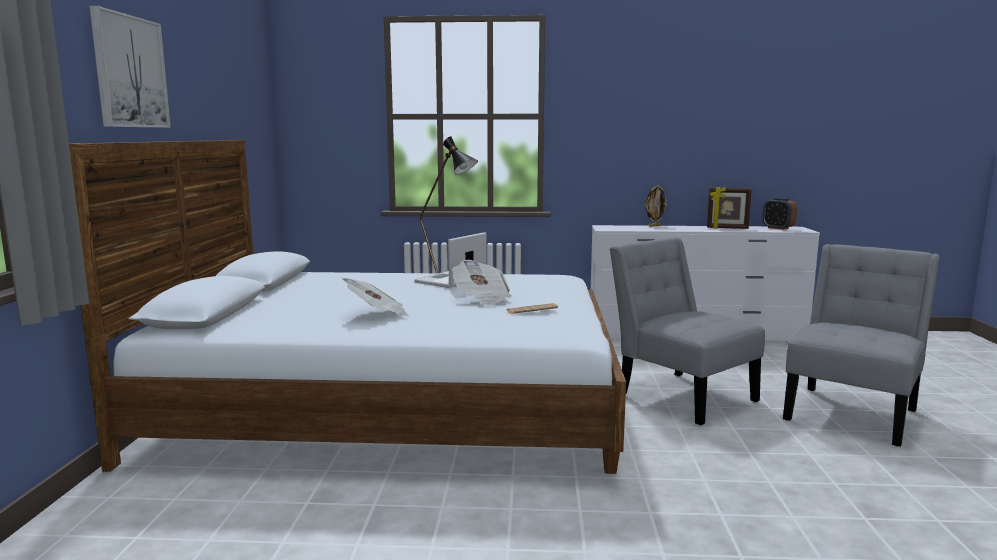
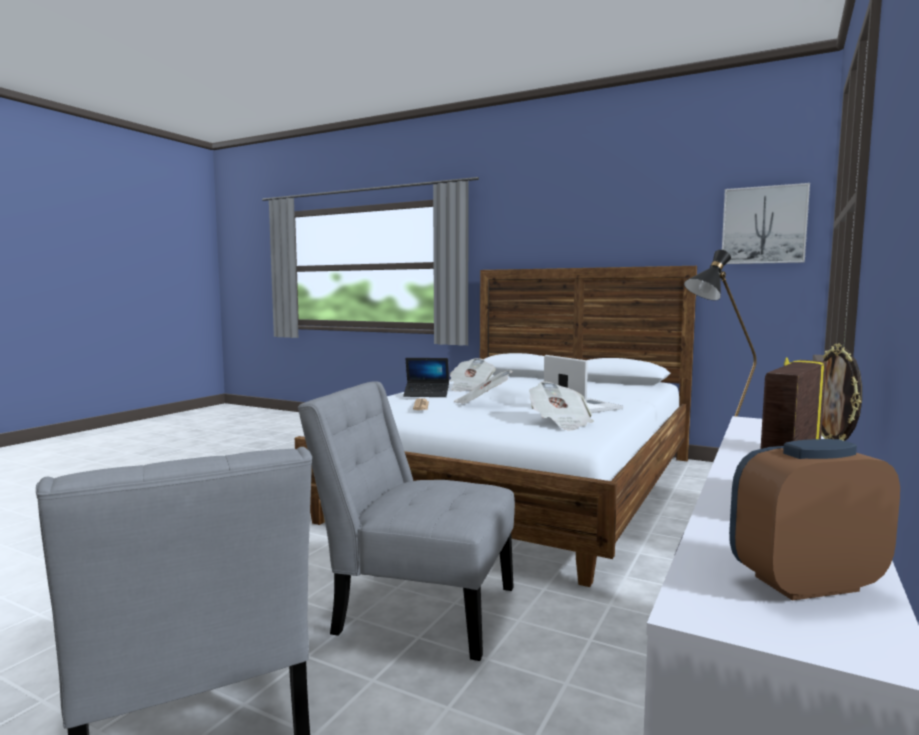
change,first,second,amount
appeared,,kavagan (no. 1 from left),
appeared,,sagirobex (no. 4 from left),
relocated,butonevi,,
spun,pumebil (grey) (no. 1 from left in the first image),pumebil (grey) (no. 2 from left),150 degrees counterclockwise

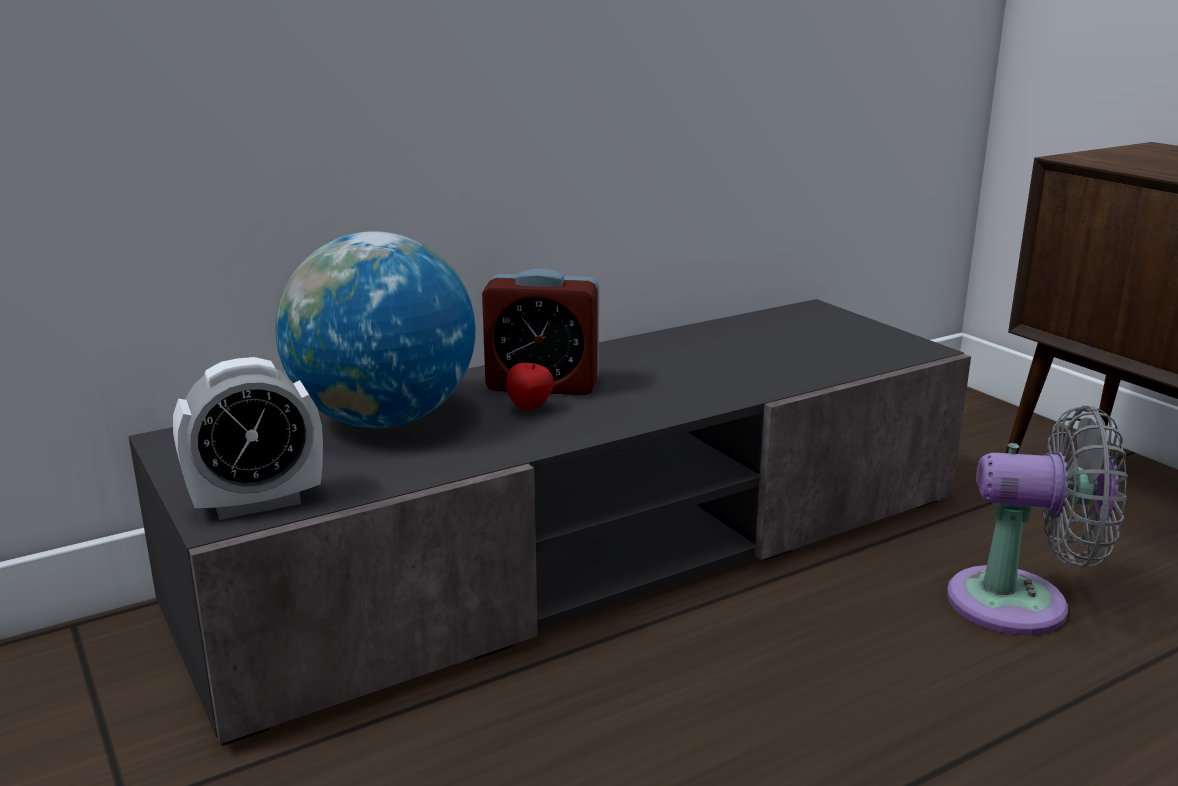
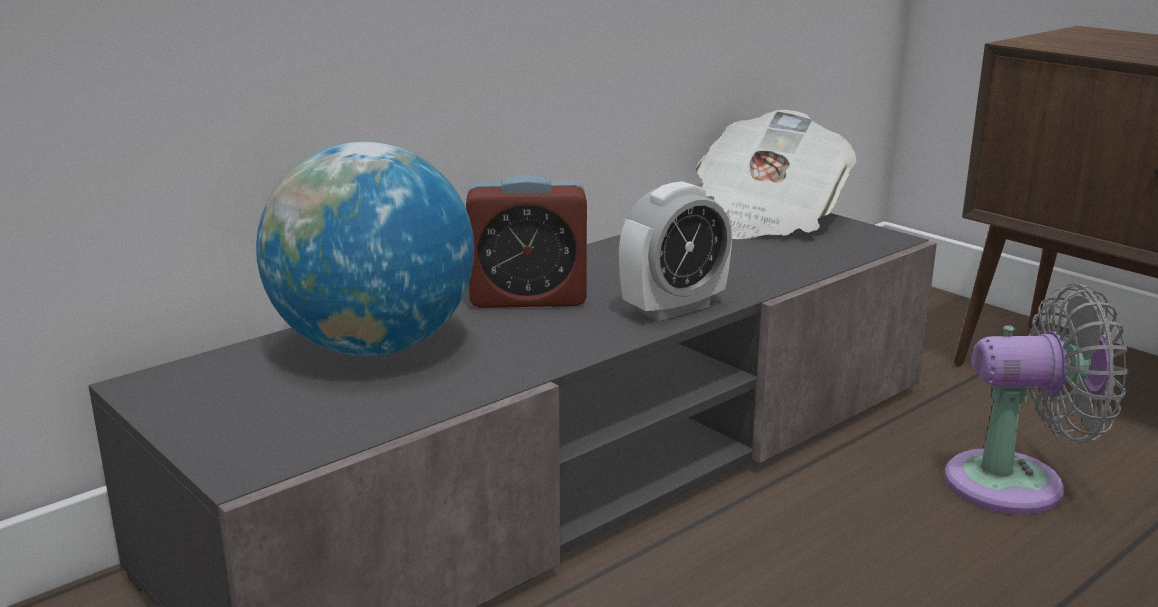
change,first,second,amount
missing,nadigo,,
appeared,,sagirobex,
relocated,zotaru (no. 1 from left in the first image),zotaru (no. 2 from left),

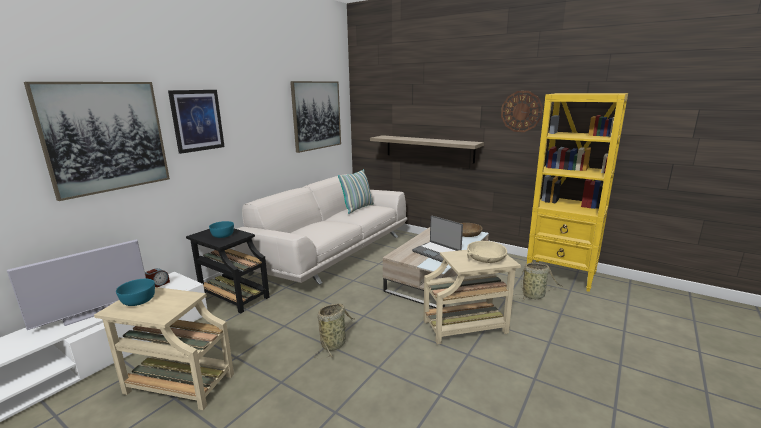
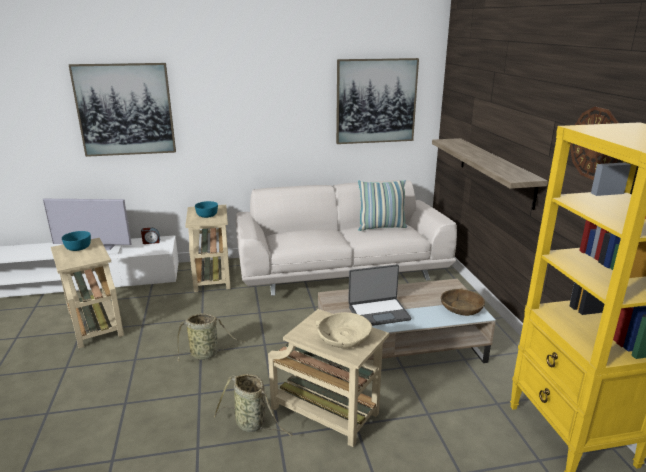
change,first,second,amount
missing,butonevi (no. 2 from left),,
relocated,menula (no. 2 from left),,
colour,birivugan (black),birivugan (beige) (no. 2 from left),
spun,kavagan,,105 degrees counterclockwise

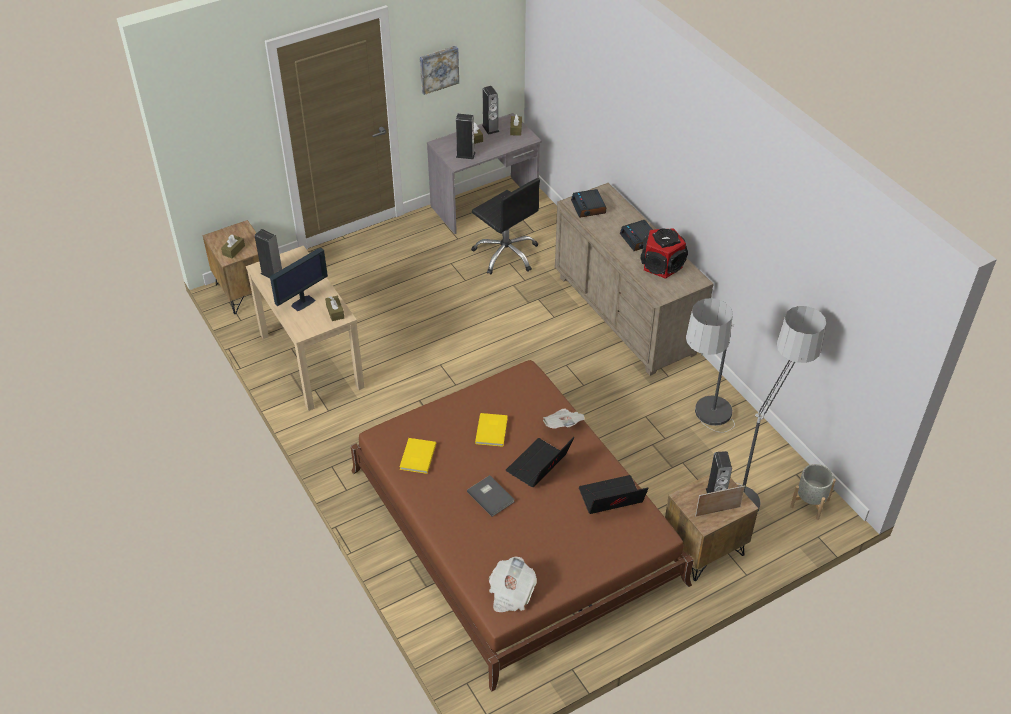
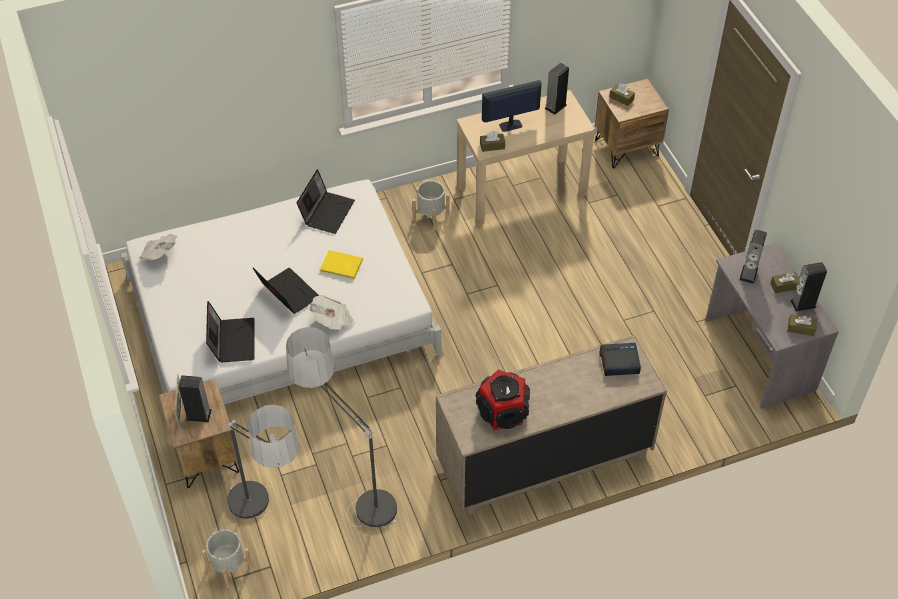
change,first,second,amount
missing,butonevi,,
missing,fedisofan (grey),,
missing,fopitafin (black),,
missing,zotaru (no. 2 from left),,
appeared,,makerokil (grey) (no. 2 from left),
exchanged,fedisofan (yellow) (no. 1 from left),kavagan (no. 3 from left),
colour,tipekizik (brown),tipekizik (white),
spun,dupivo,,105 degrees clockwise

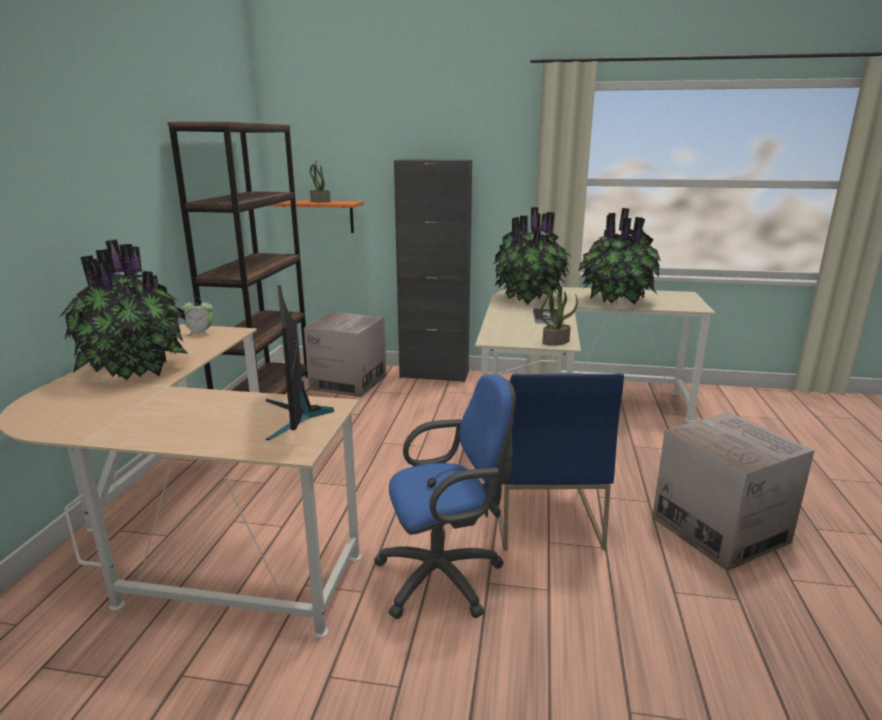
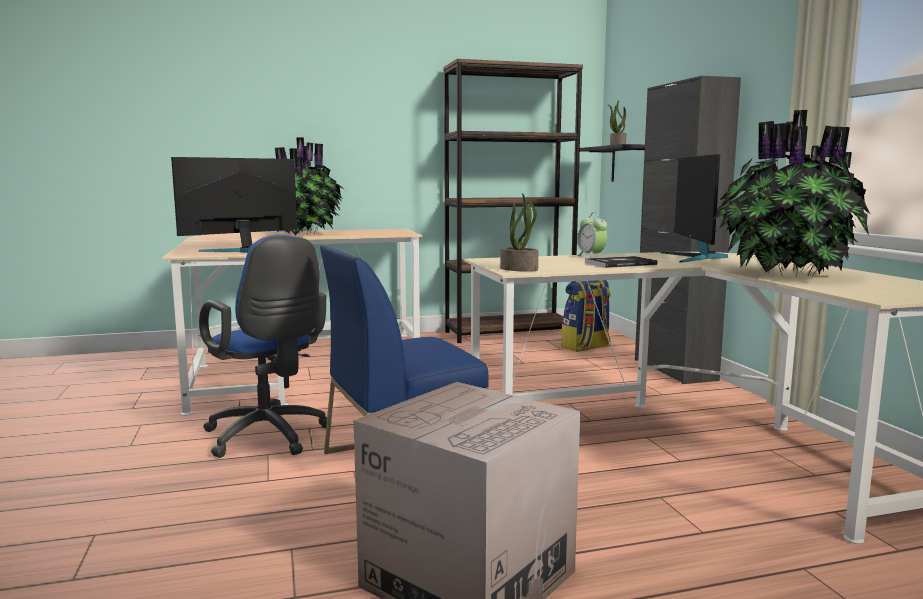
change,first,second,amount
relocated,zotaru,,
exchanged,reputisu (no. 1 from left),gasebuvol,
exchanged,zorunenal (no. 3 from left),dupivo (no. 2 from left),
colour,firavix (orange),firavix (black),

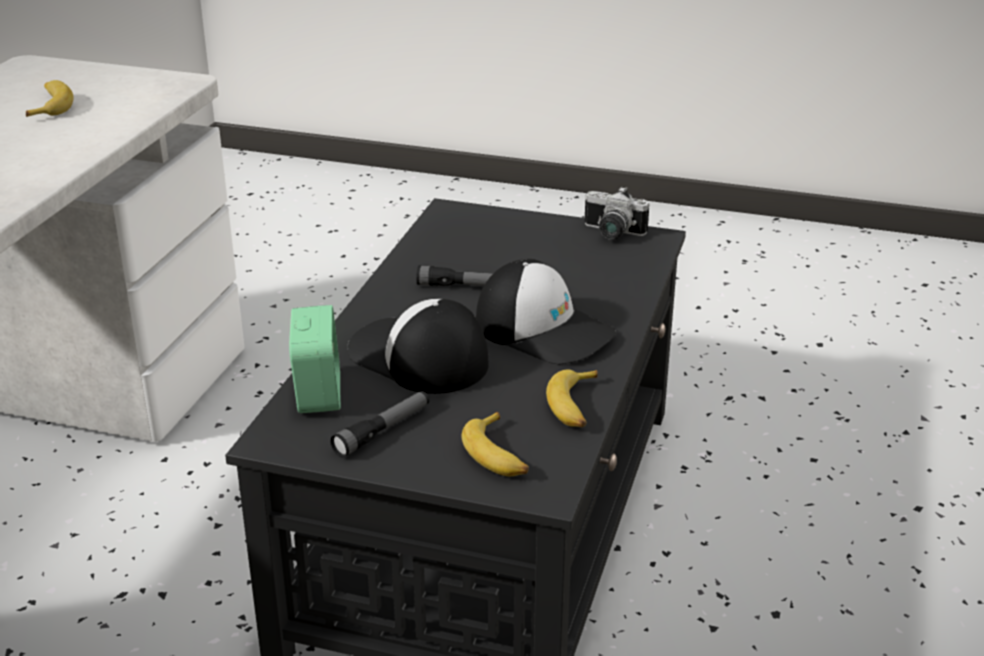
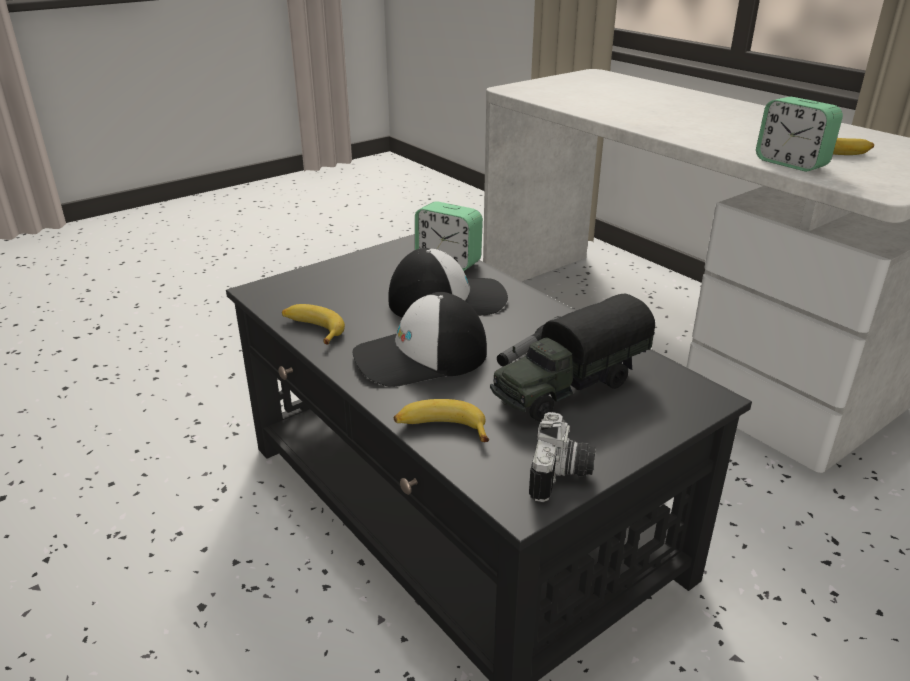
change,first,second,amount
missing,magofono (no. 1 from left),,
appeared,,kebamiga,
appeared,,zotaru (no. 2 from left),
relocated,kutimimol (no. 2 from left),,
spun,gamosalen,,135 degrees clockwise

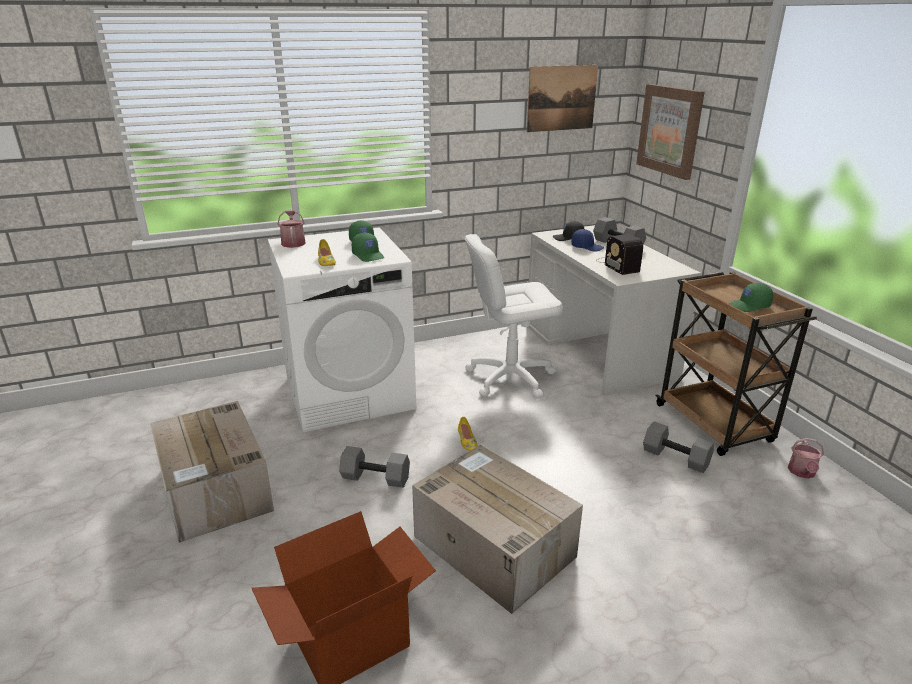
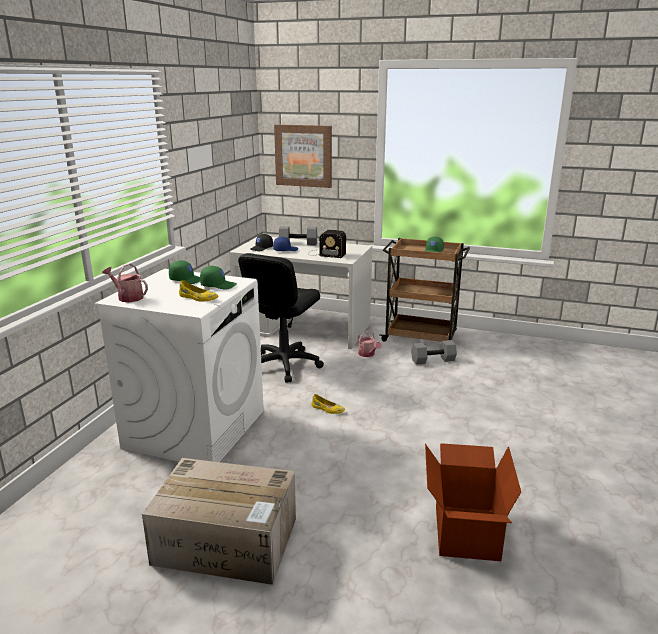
change,first,second,amount
missing,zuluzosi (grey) (no. 1 from left),,
missing,reputisu (no. 3 from left),,
missing,butonevi (no. 1 from left),,
relocated,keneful (no. 2 from left),,
colour,fopitafin (white),fopitafin (black),

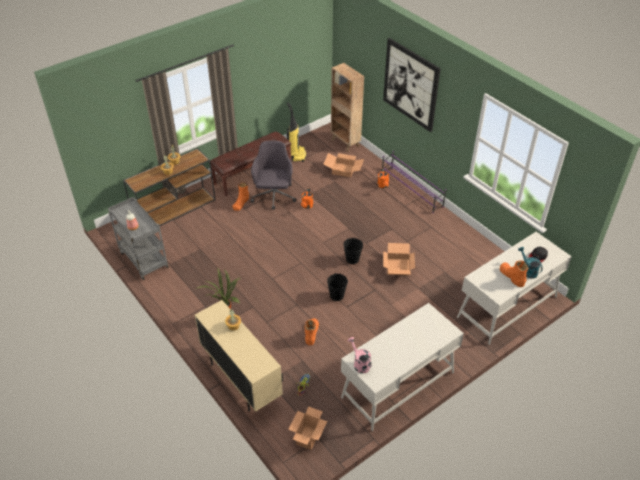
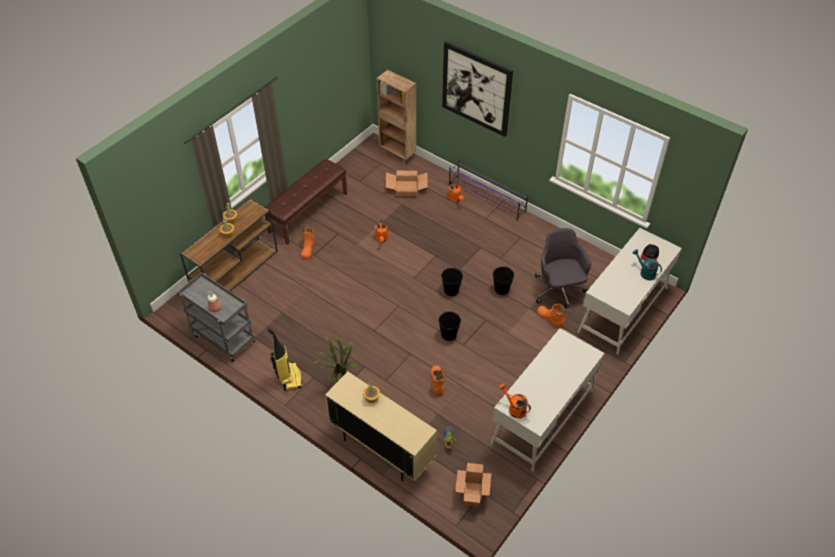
change,first,second,amount
relocated,fopitafin (grey),,
relocated,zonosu,,
relocated,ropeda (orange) (no. 3 from left),,
exchanged,reputisu (no. 3 from left),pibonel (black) (no. 3 from left),
colour,keneful (pink),keneful (orange) (no. 3 from left),

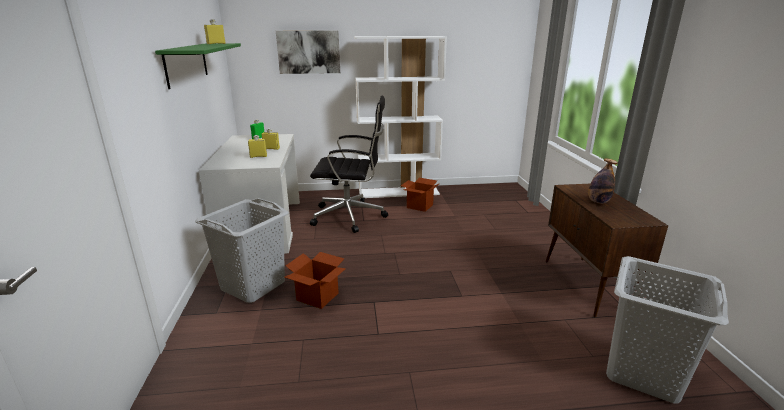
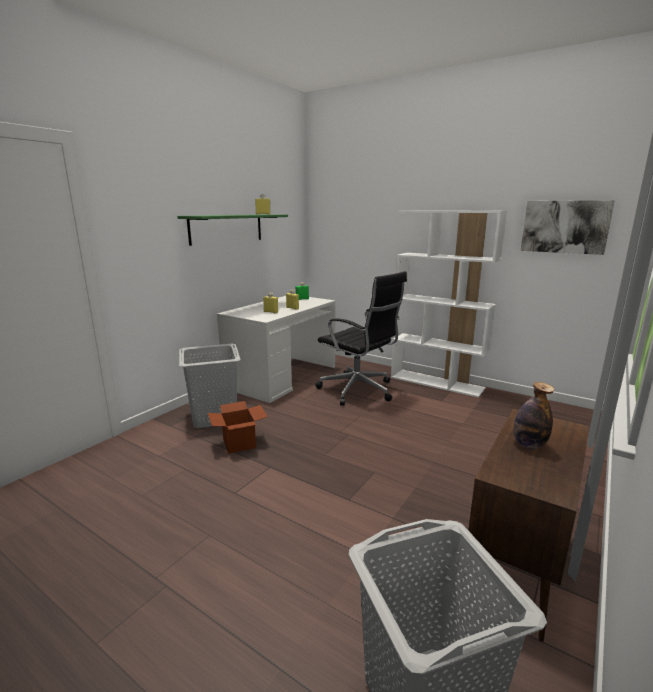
change,first,second,amount
missing,reputisu (no. 2 from left),,
relocated,butonevi,,

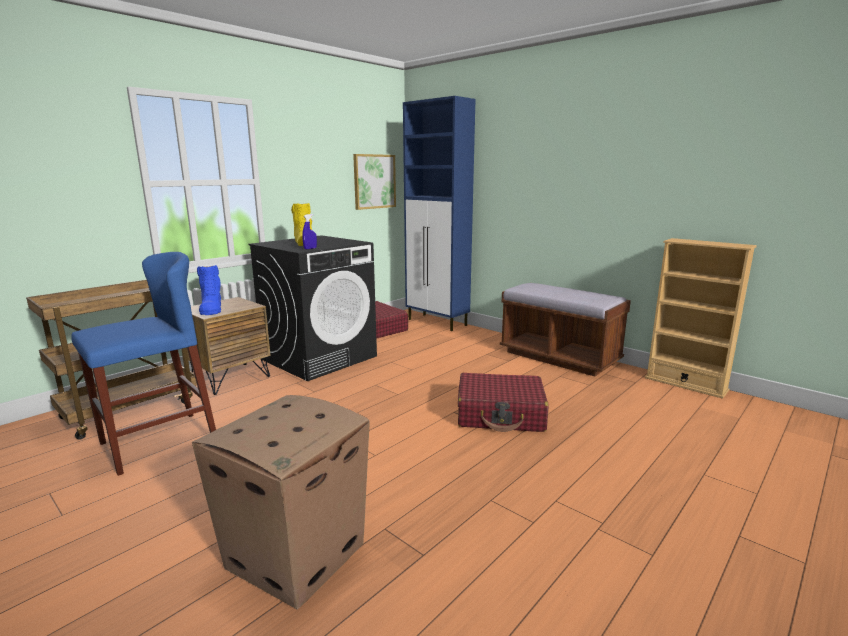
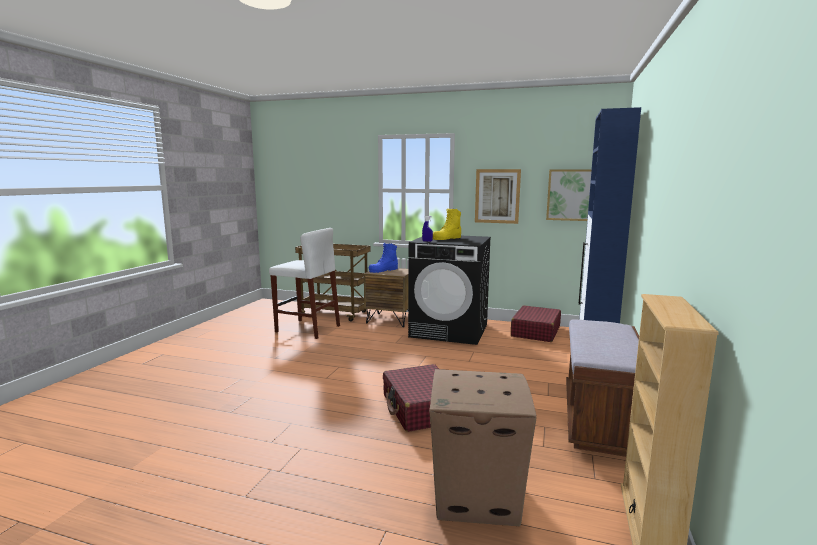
change,first,second,amount
appeared,,butonevi (no. 1 from left),
relocated,reputisu,,
colour,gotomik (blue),gotomik (white),

